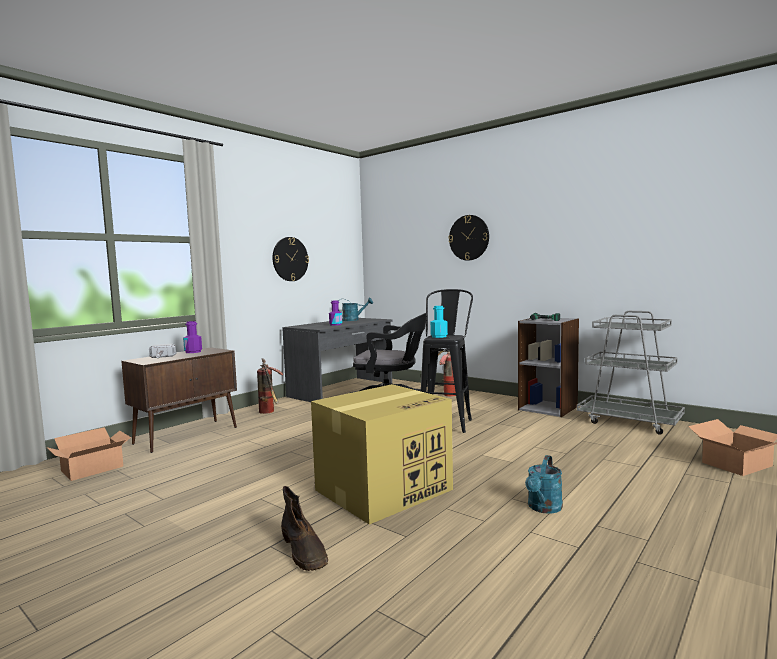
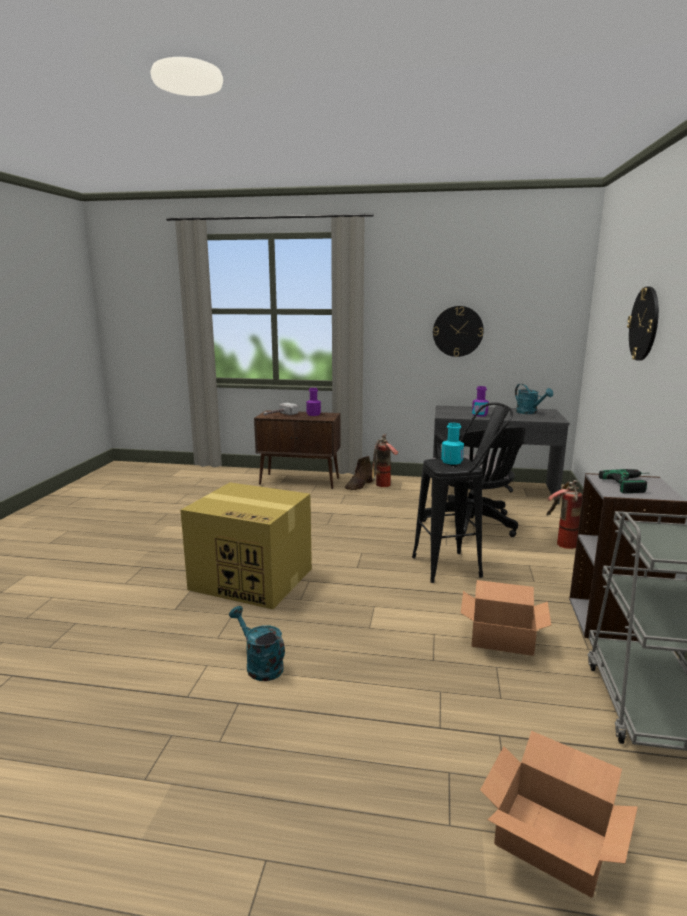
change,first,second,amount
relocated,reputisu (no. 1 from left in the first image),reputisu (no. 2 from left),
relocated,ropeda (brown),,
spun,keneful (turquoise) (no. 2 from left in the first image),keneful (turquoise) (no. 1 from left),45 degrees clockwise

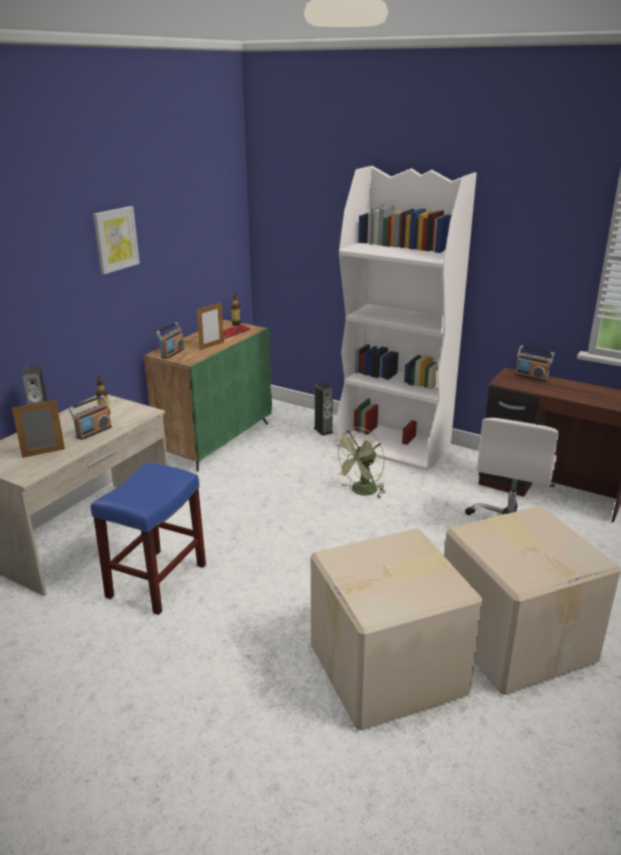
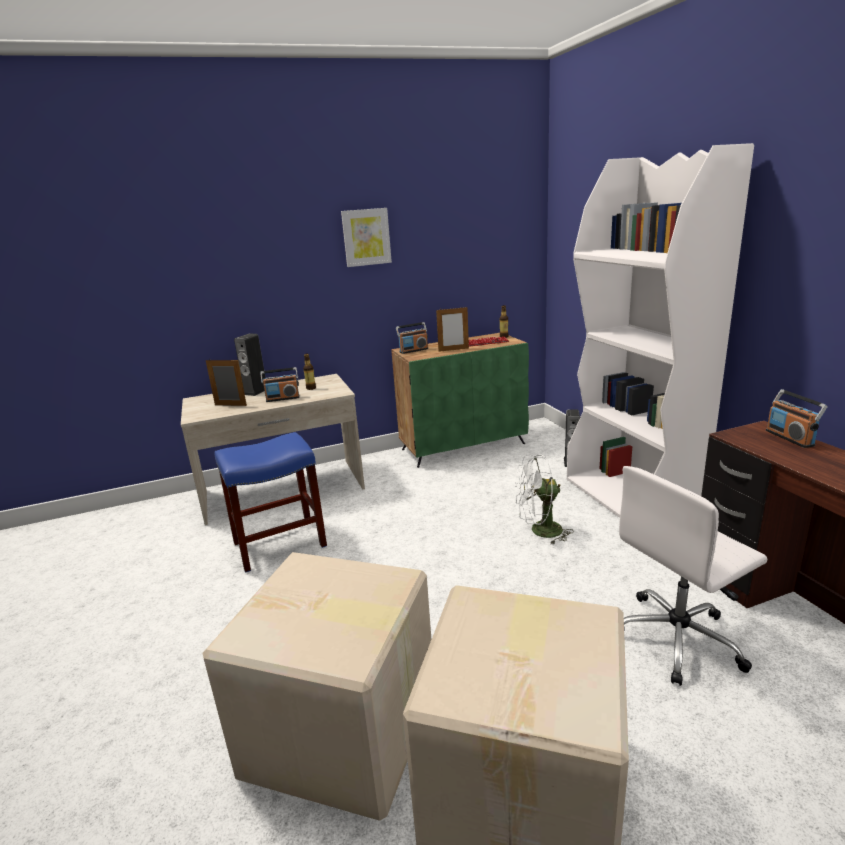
change,first,second,amount
colour,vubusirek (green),vubusirek (white),

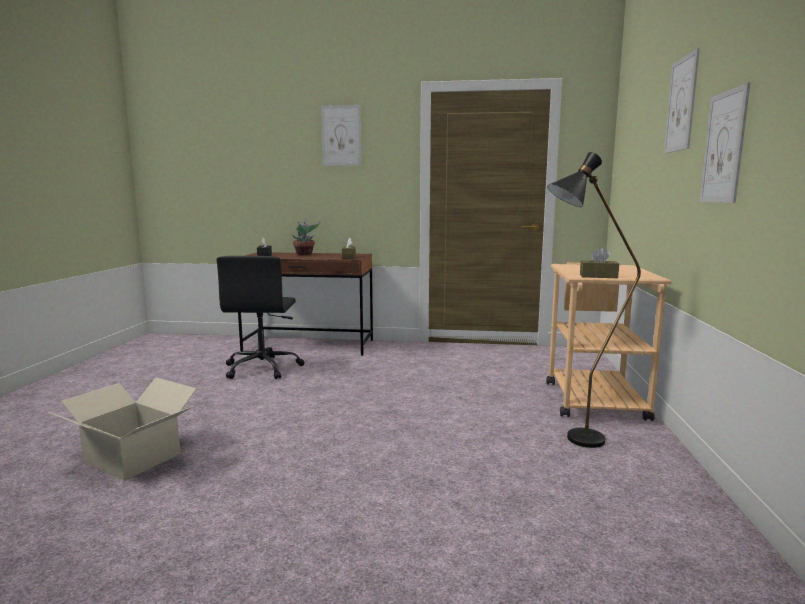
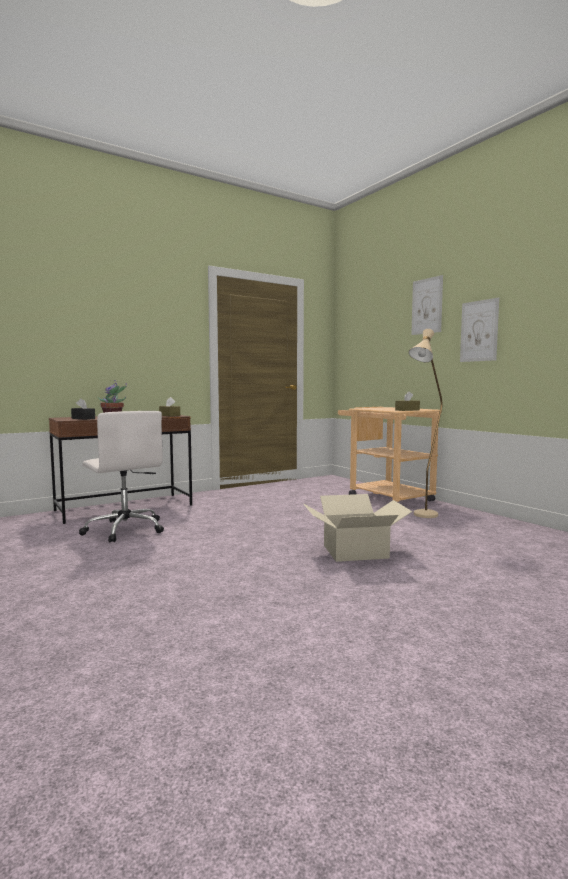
change,first,second,amount
missing,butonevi (no. 1 from left),,
relocated,reputisu,,
colour,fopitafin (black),fopitafin (white),
colour,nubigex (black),nubigex (beige),

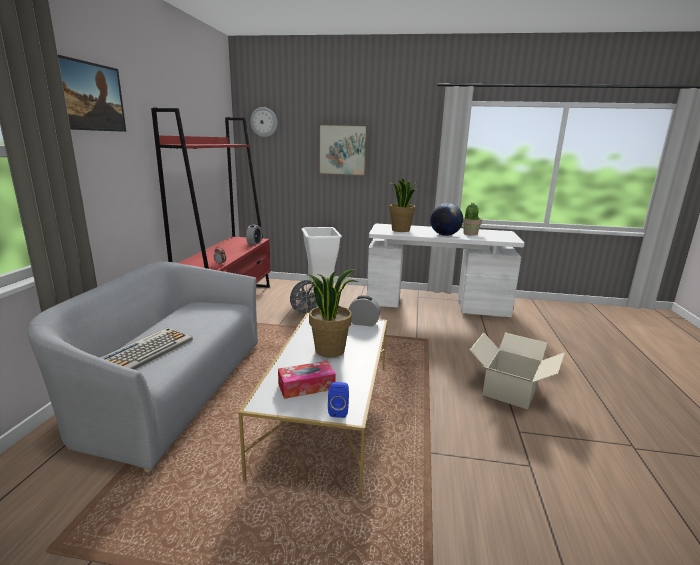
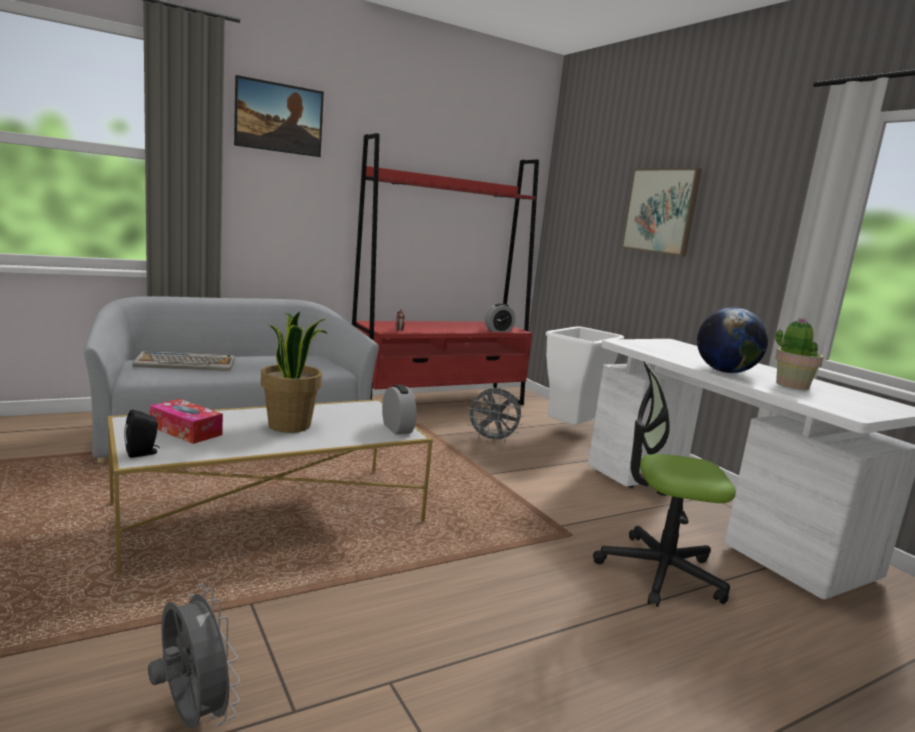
change,first,second,amount
missing,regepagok,,
missing,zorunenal (no. 2 from left),,
missing,reputisu,,
appeared,,vubusirek (grey) (no. 1 from left),
appeared,,fopitafin,
colour,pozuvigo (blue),pozuvigo (black),

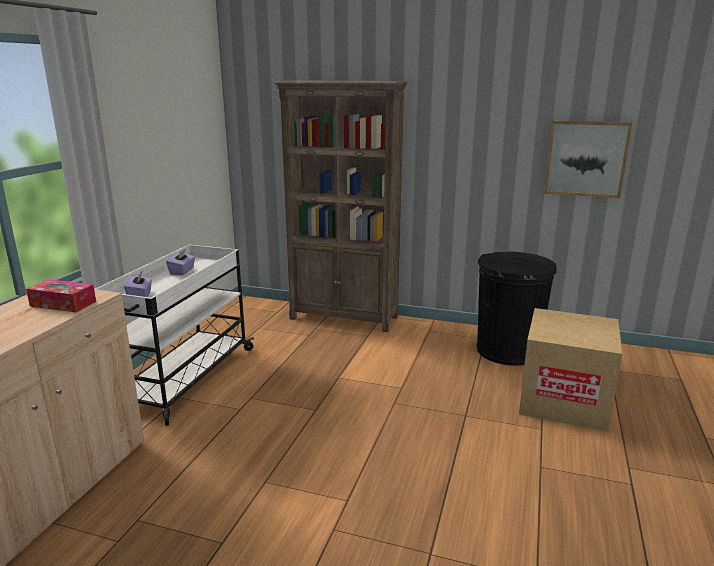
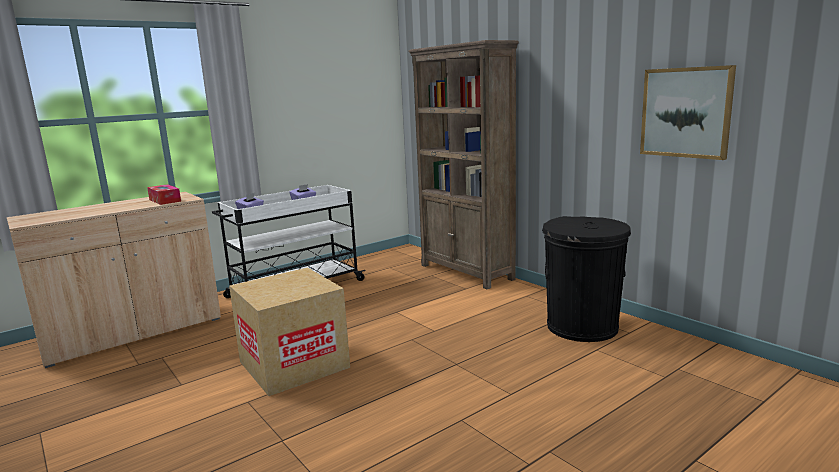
change,first,second,amount
relocated,reputisu,,

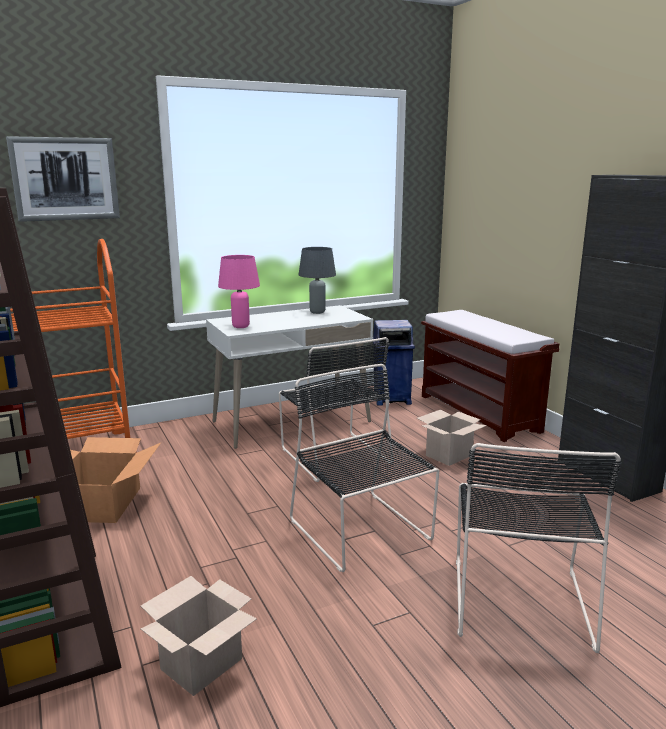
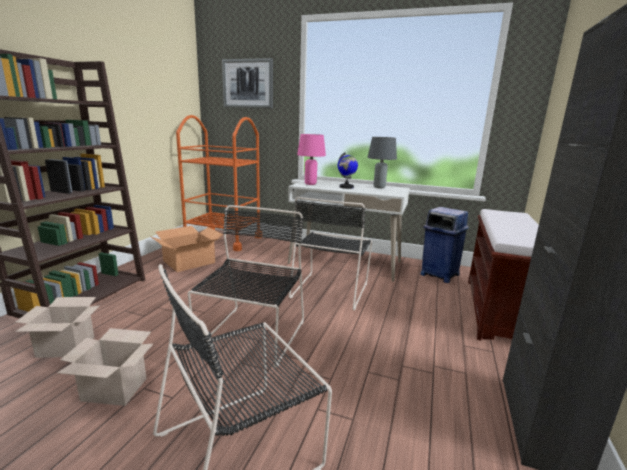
change,first,second,amount
appeared,,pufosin,
relocated,reputisu (no. 3 from left in the first image),reputisu (no. 2 from left),

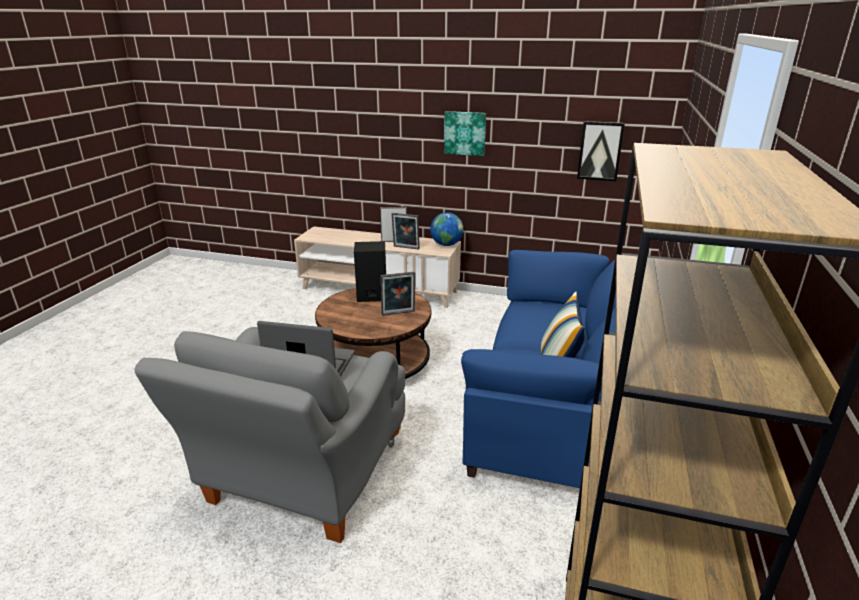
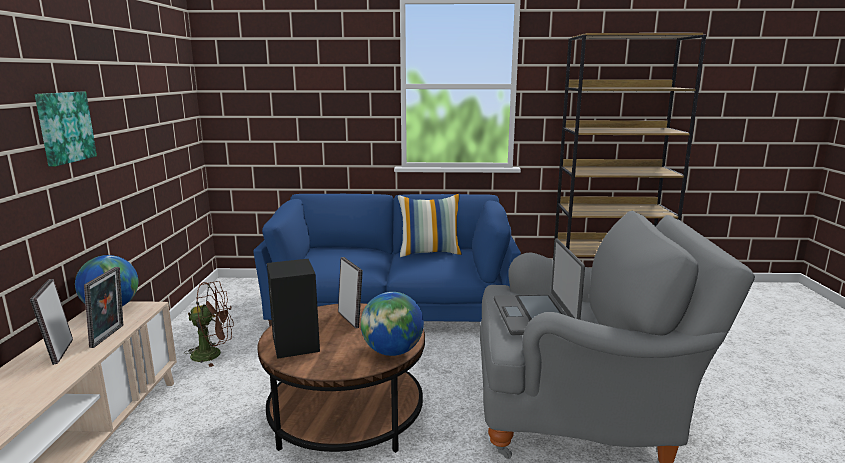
change,first,second,amount
missing,butonevi (no. 2 from left),,
appeared,,vubusirek (brown),
appeared,,pufosin (no. 2 from left),

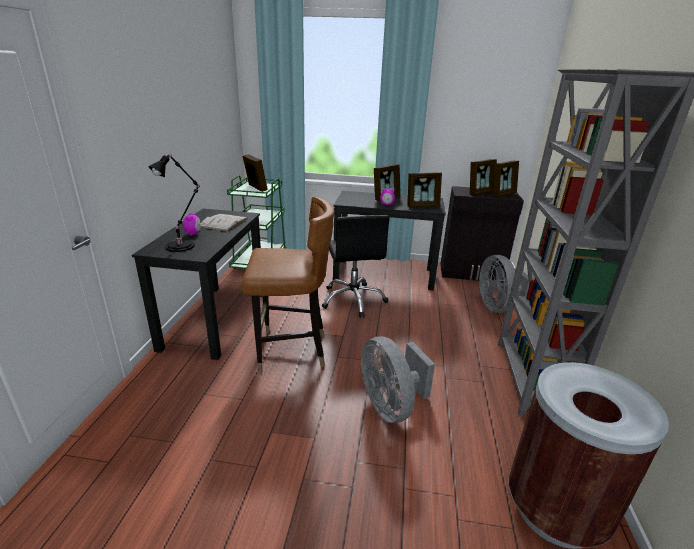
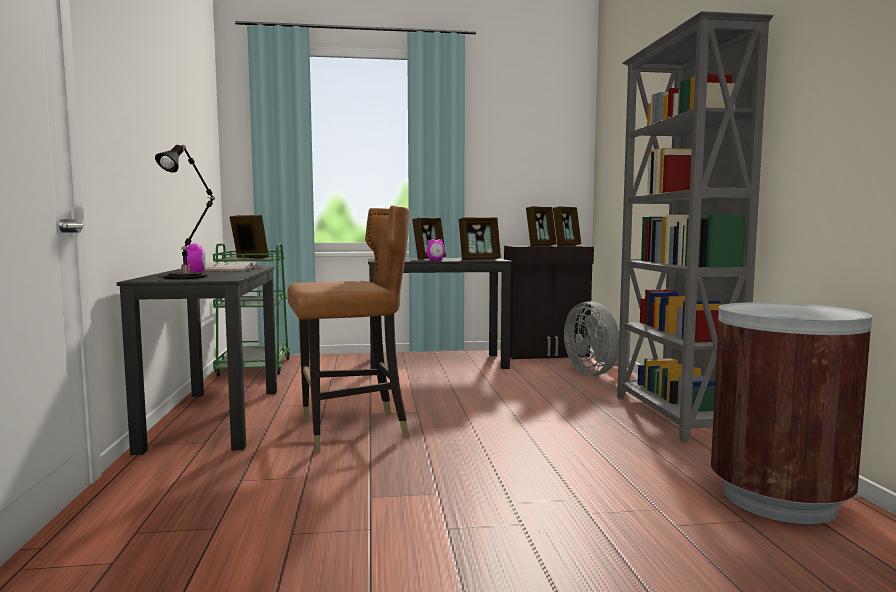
change,first,second,amount
missing,fopitafin (black),,
missing,vubusirek (grey) (no. 1 from left),,

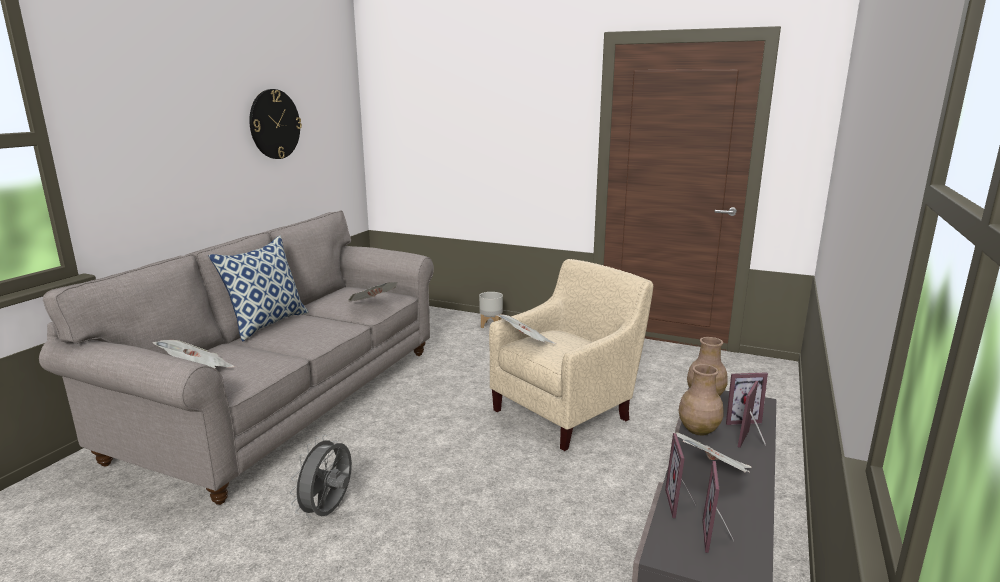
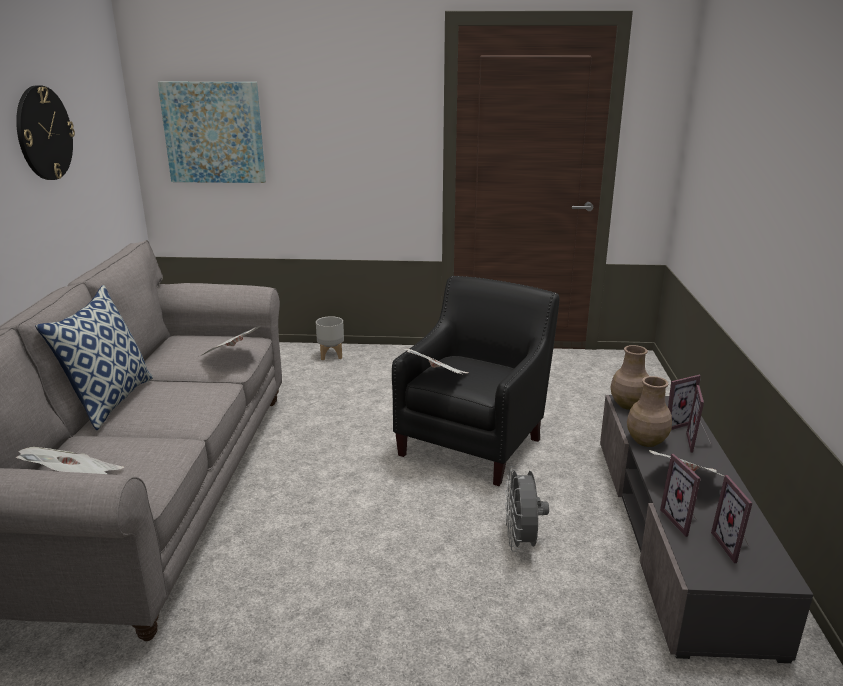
change,first,second,amount
appeared,,butonevi,
relocated,vubusirek (grey),,
colour,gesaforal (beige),gesaforal (black),

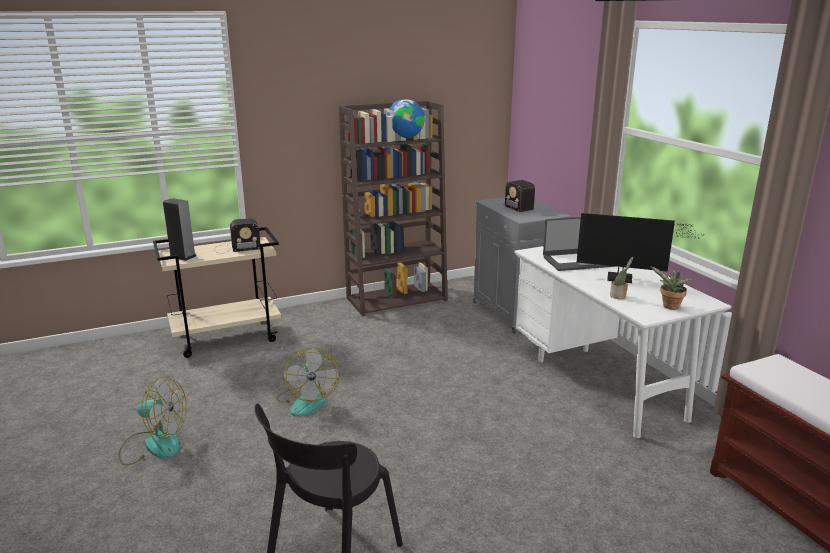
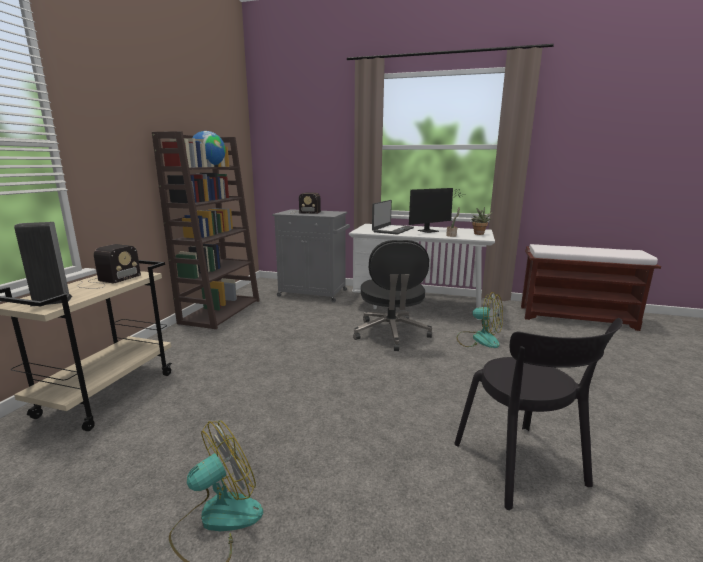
change,first,second,amount
appeared,,fopitafin (black),
relocated,vubusirek (no. 2 from left),,

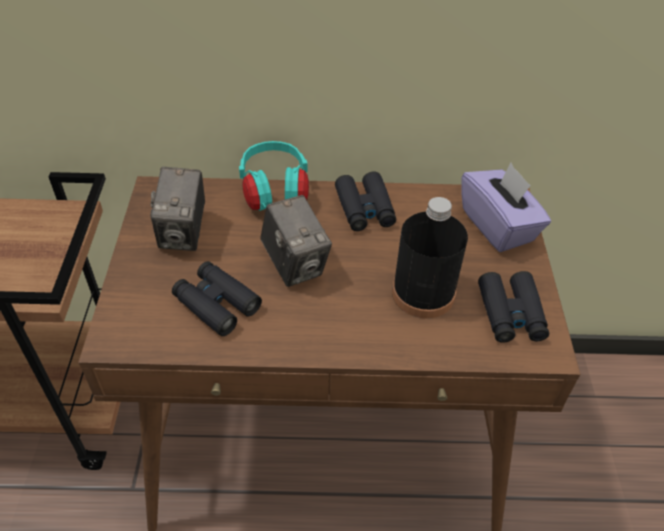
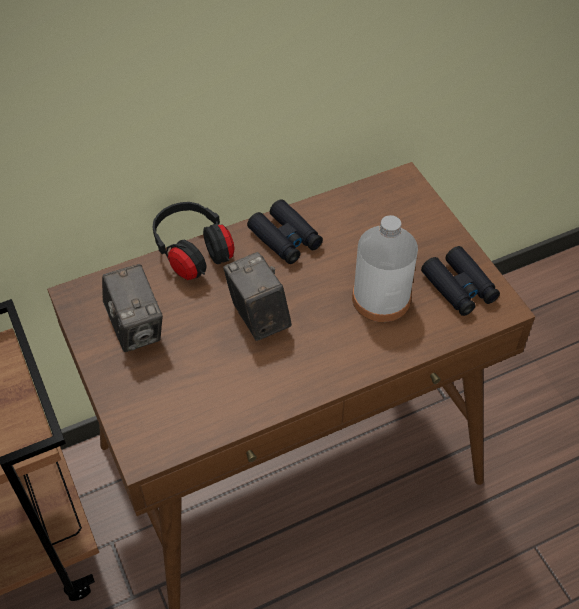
change,first,second,amount
missing,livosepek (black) (no. 1 from left),,
missing,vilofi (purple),,
colour,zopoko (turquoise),zopoko (black),
colour,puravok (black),puravok (white),
spun,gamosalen (no. 2 from left),,150 degrees counterclockwise

